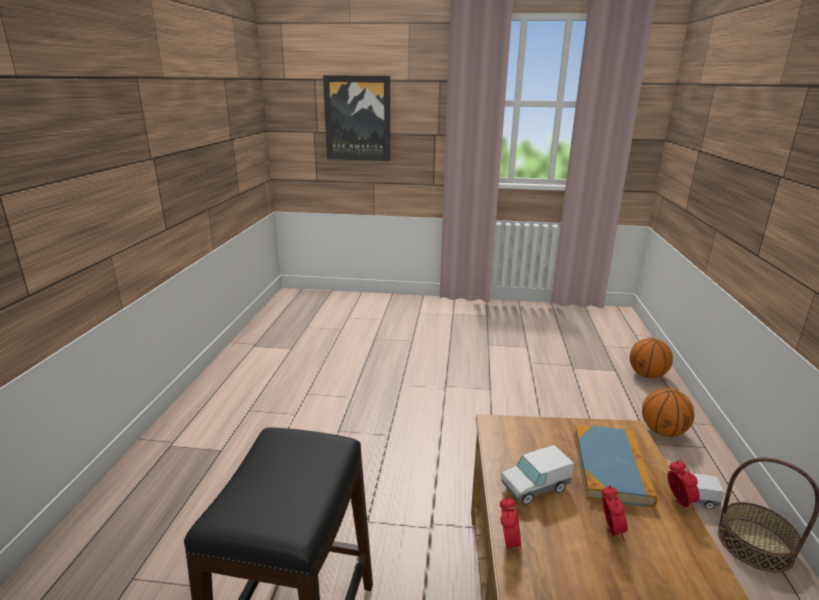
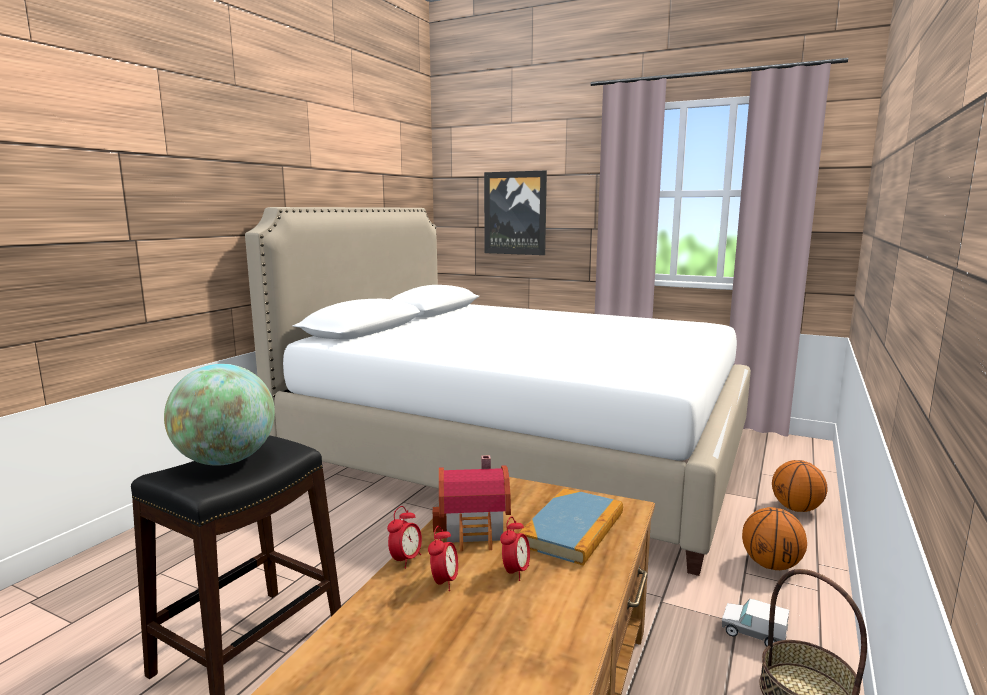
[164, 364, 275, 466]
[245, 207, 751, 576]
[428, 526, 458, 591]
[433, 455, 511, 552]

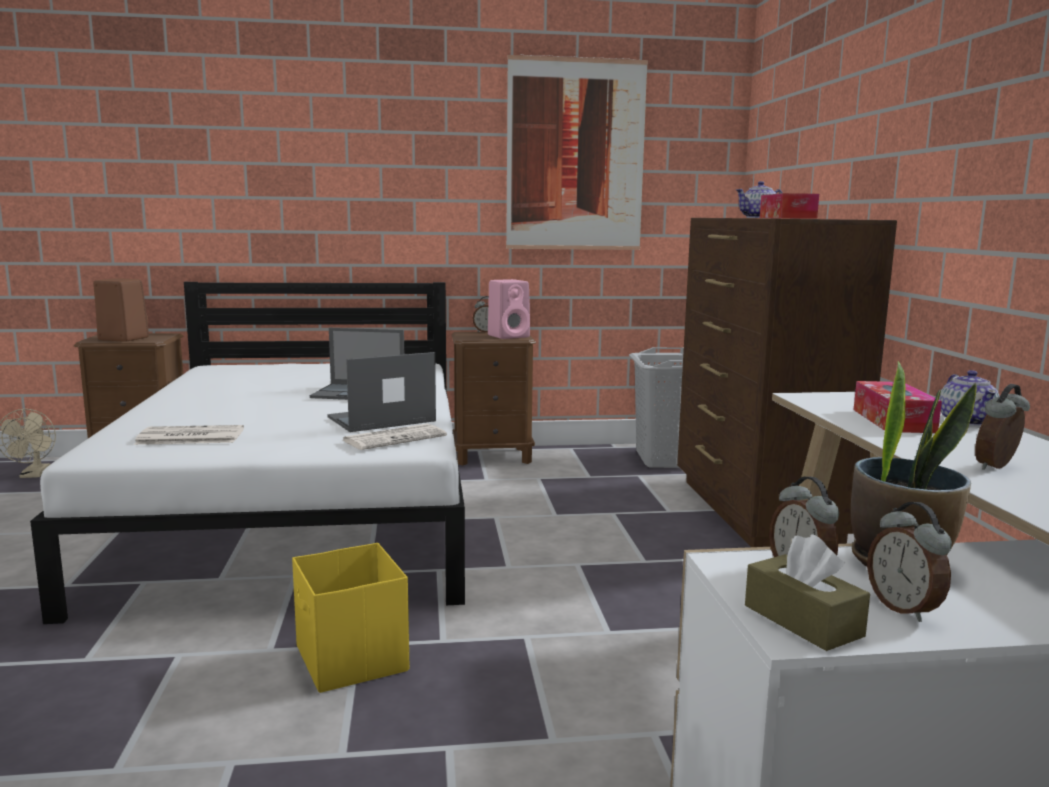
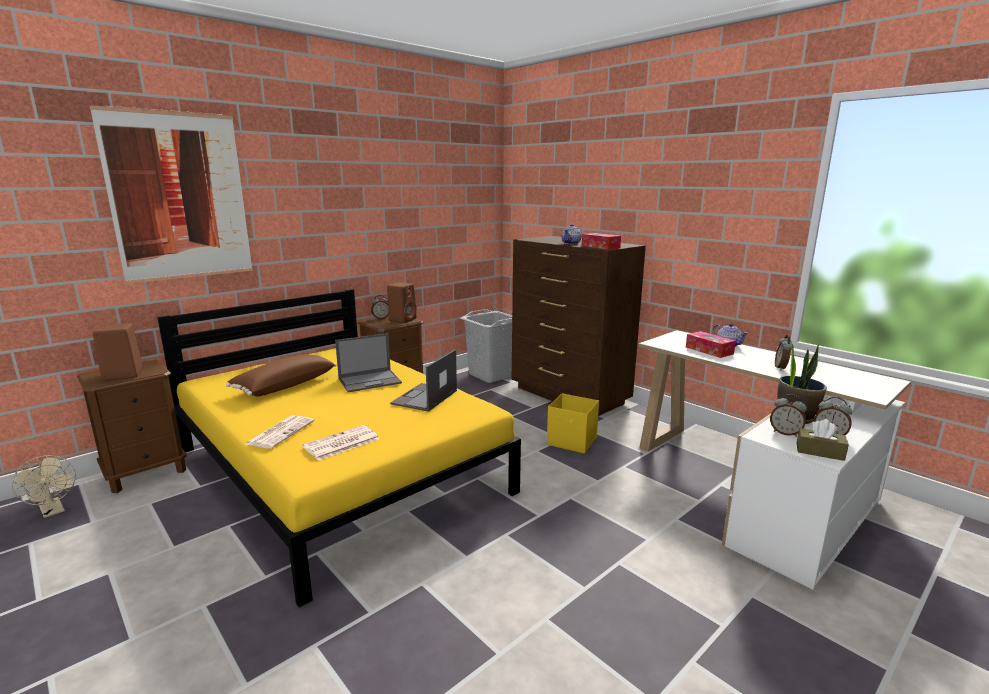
[226, 354, 336, 397]
[547, 393, 599, 454]
[246, 415, 314, 449]
[90, 105, 253, 284]
[157, 289, 521, 607]
[387, 282, 417, 323]

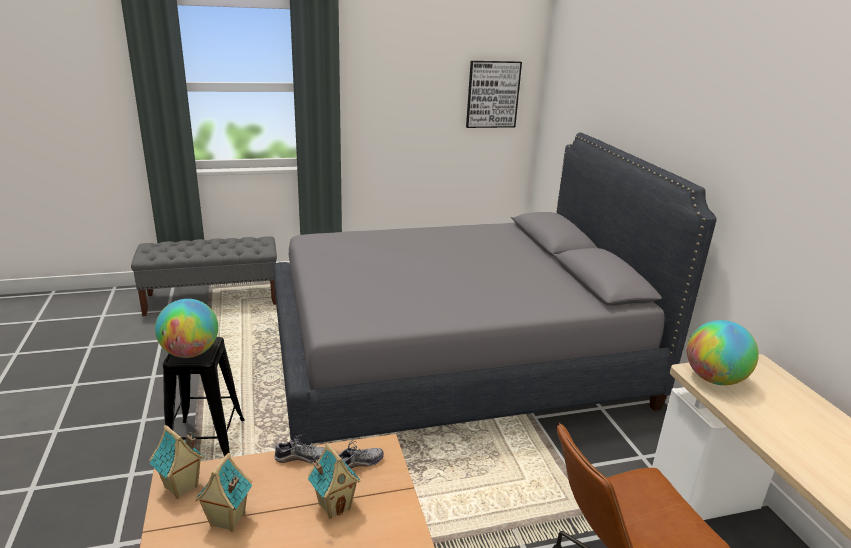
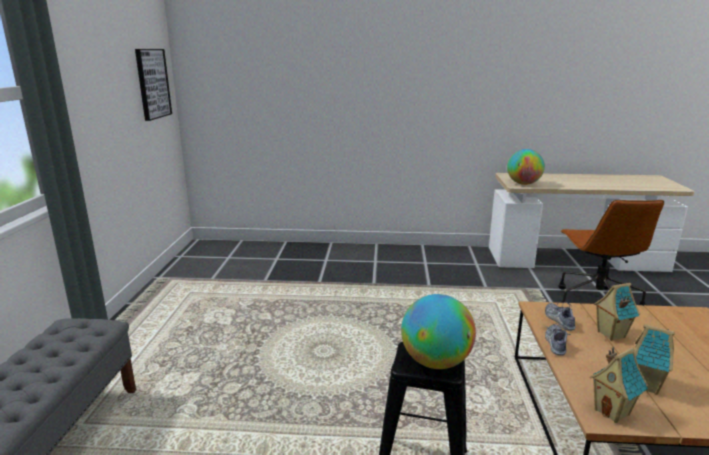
[274, 133, 717, 445] (first image)

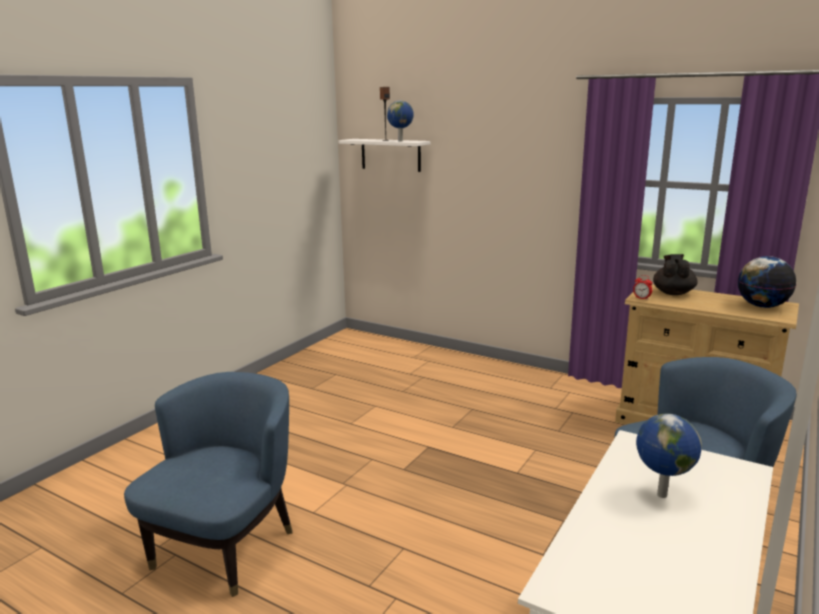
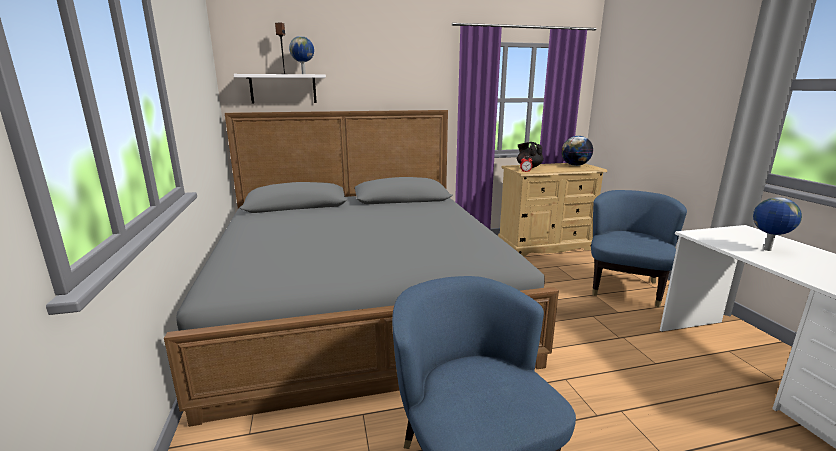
[164, 110, 559, 427]

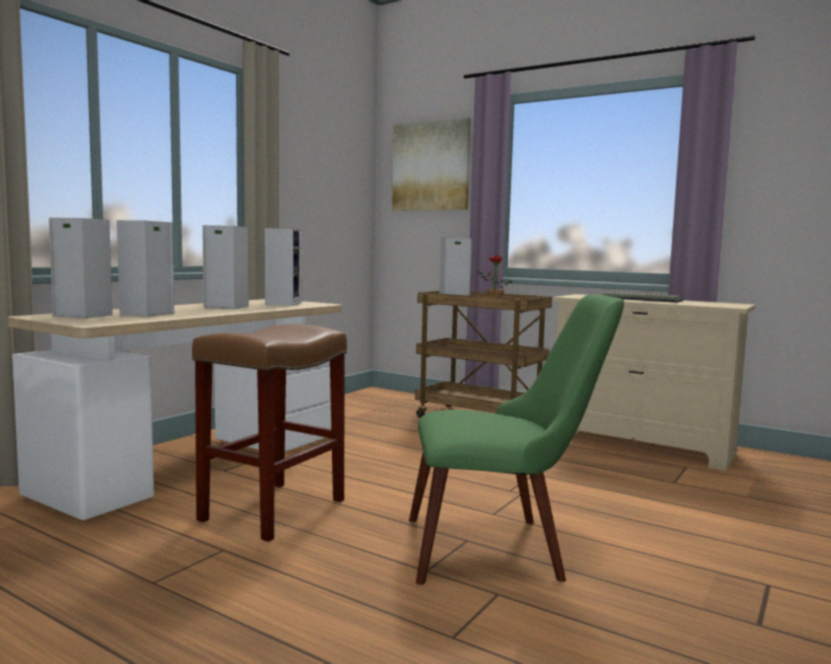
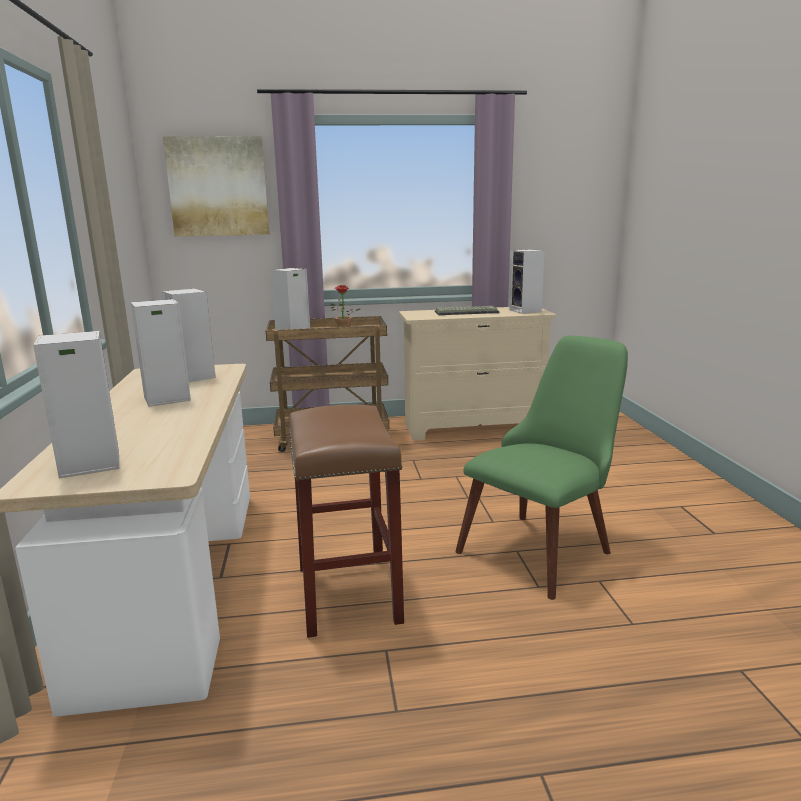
[510, 249, 545, 314]

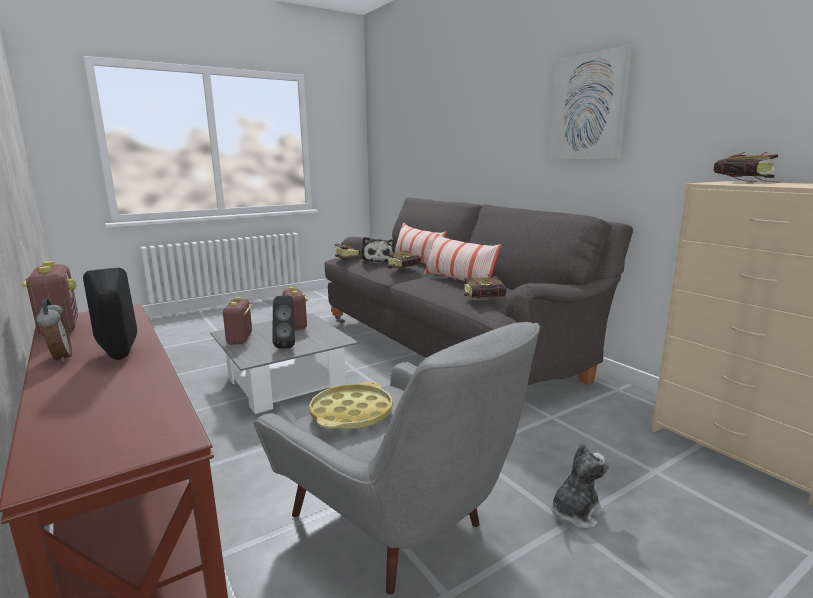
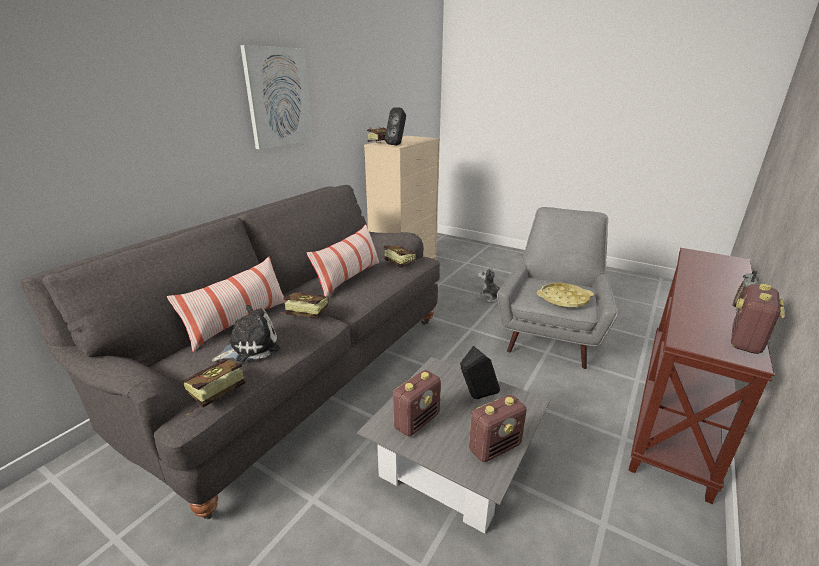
[385, 107, 406, 145]

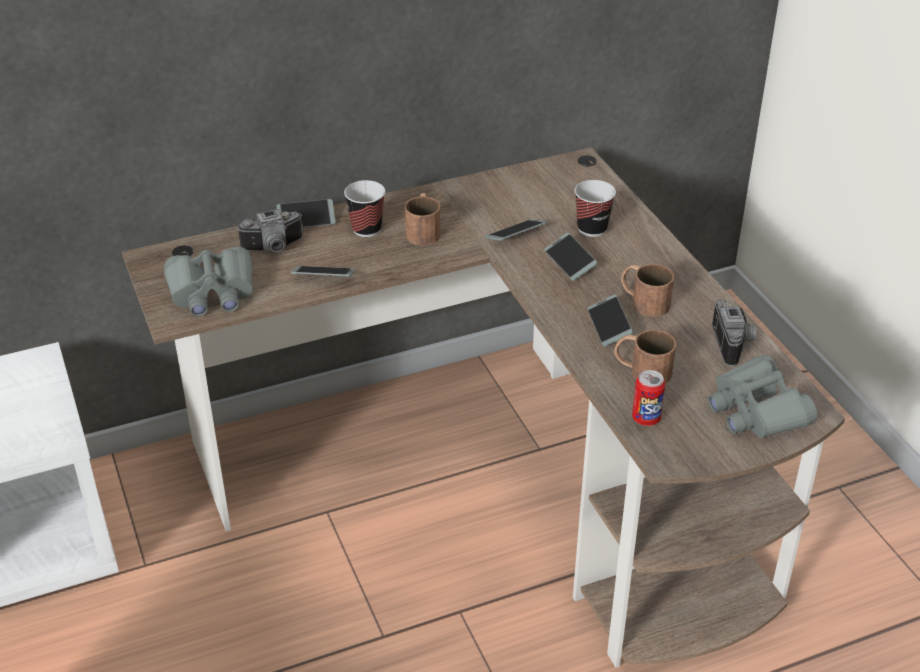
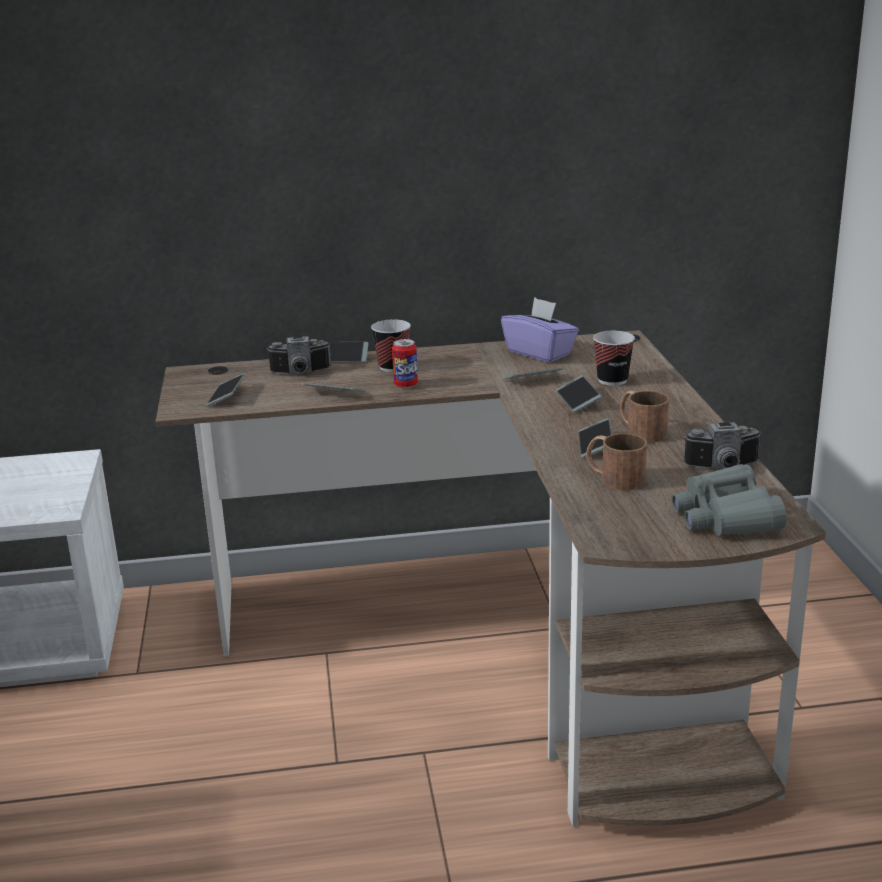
[405, 193, 441, 246] (first image)
[501, 297, 579, 362]
[392, 339, 418, 389]
[206, 373, 245, 407]
[684, 422, 762, 469]

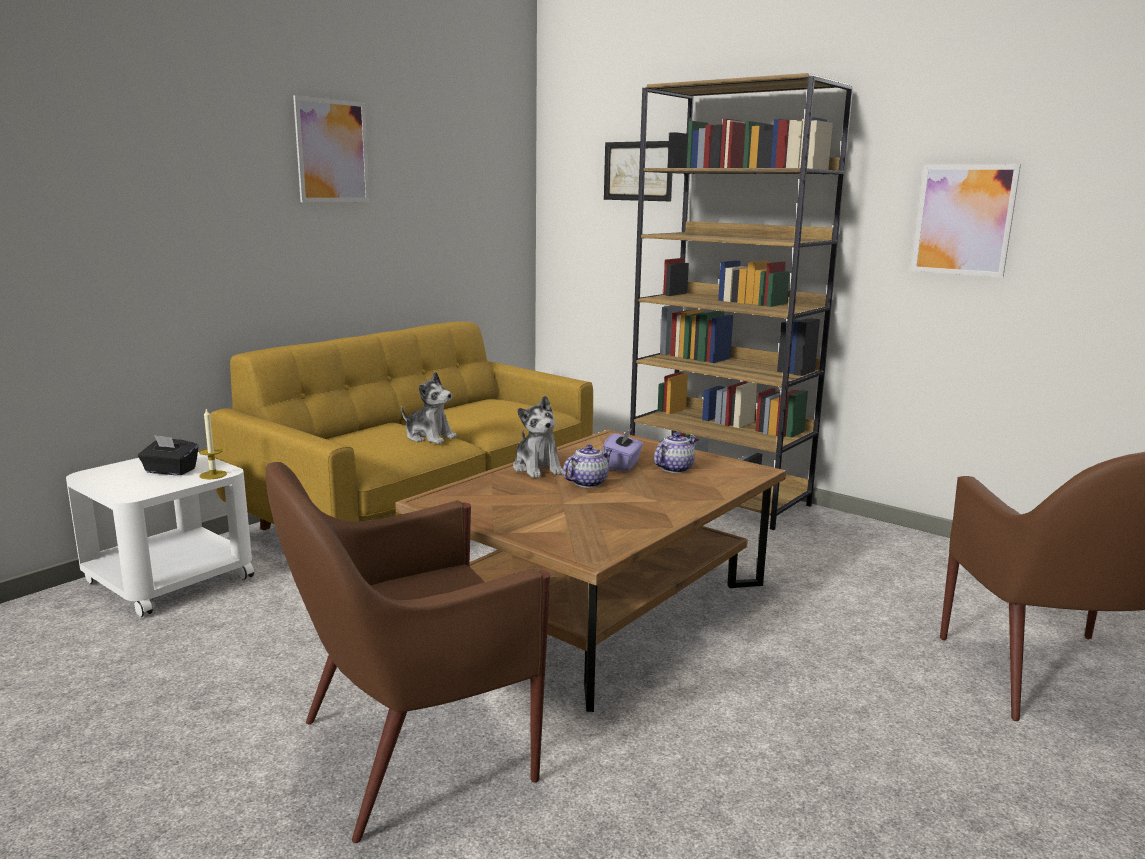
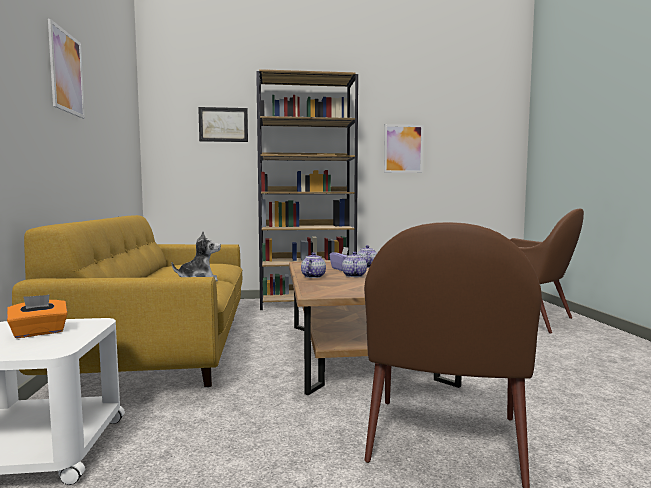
[199, 408, 227, 479] (first image)
[301, 252, 326, 278]
[7, 295, 68, 338]

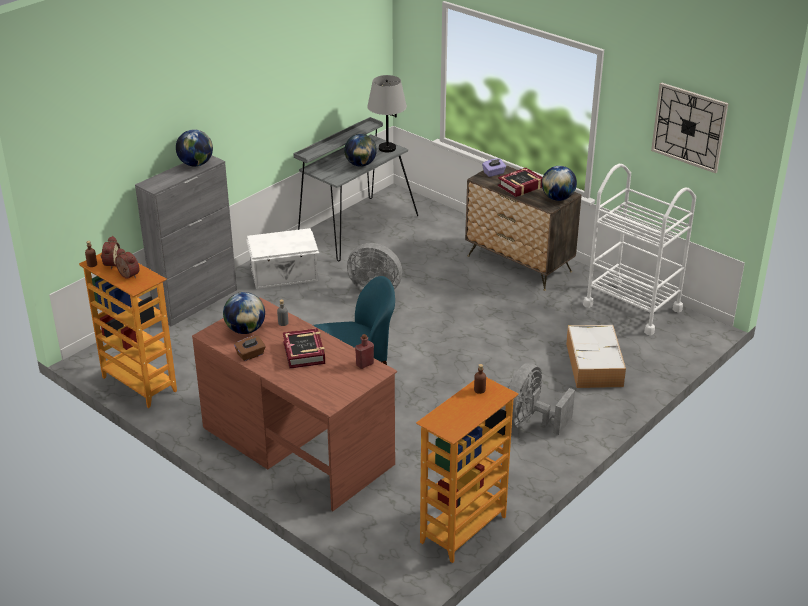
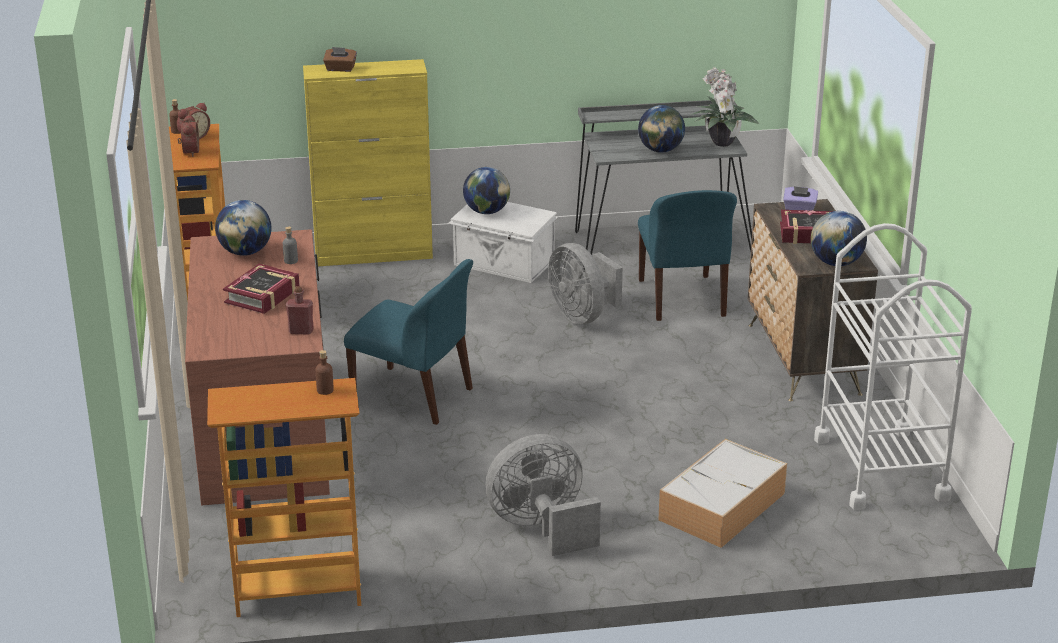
[651, 82, 728, 173] (first image)
[638, 190, 737, 321]
[463, 167, 510, 214]
[323, 47, 357, 72]
[691, 67, 760, 147]
[303, 59, 433, 266]

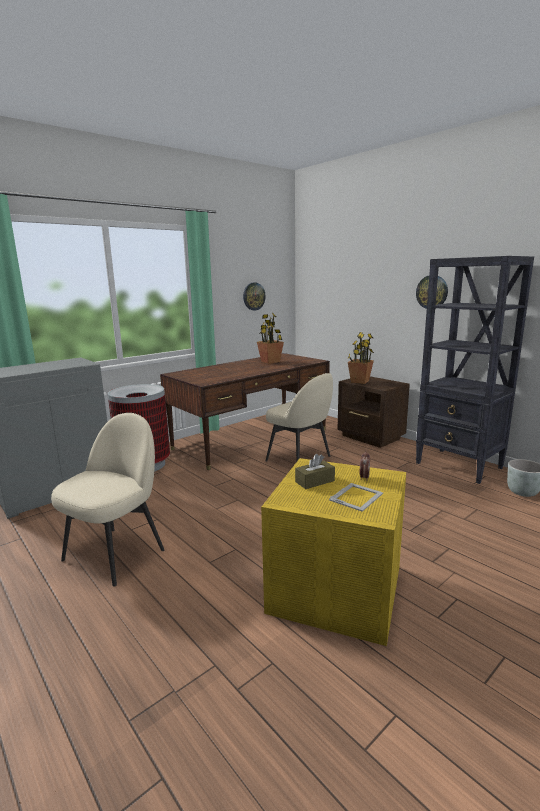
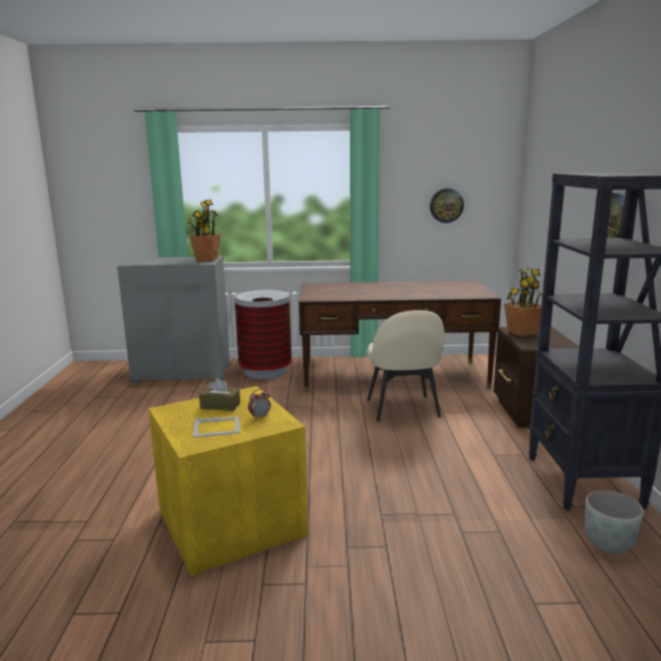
[51, 413, 164, 587] (first image)
[188, 200, 221, 261]

